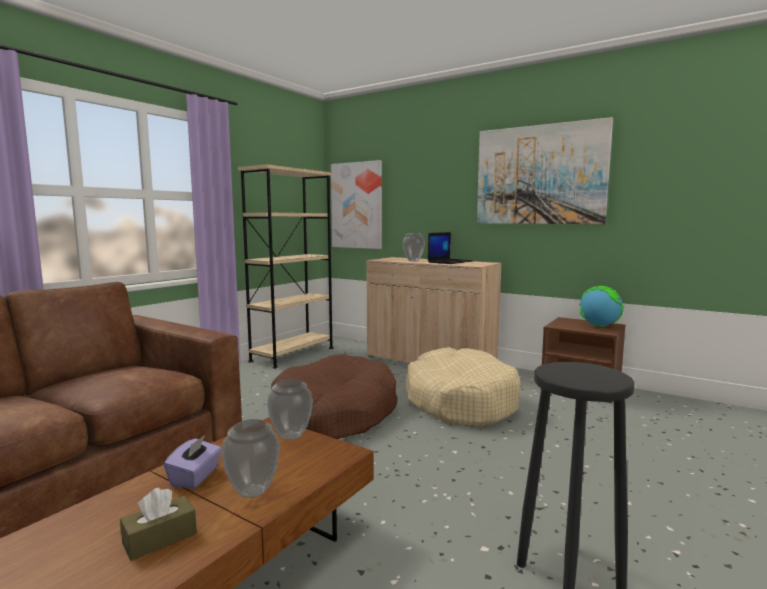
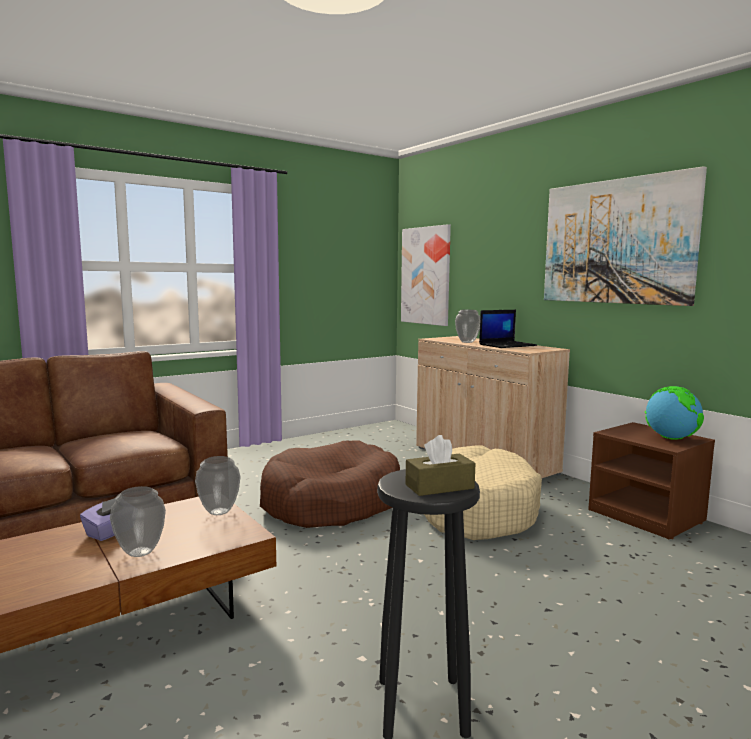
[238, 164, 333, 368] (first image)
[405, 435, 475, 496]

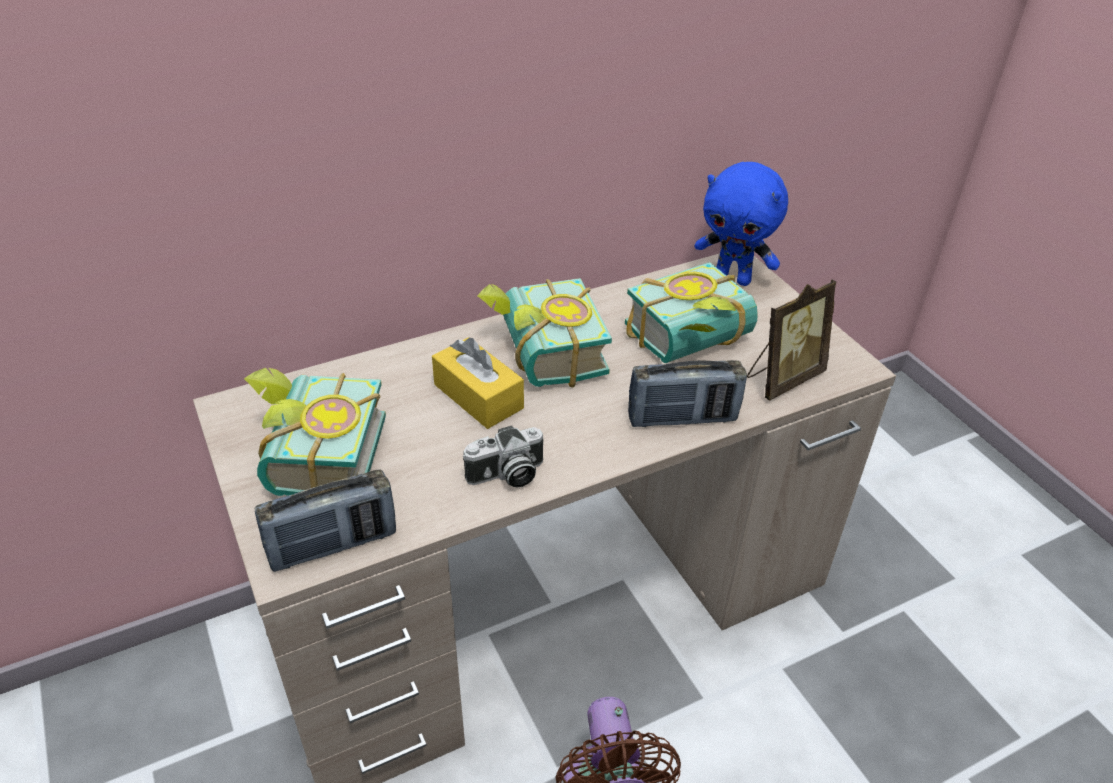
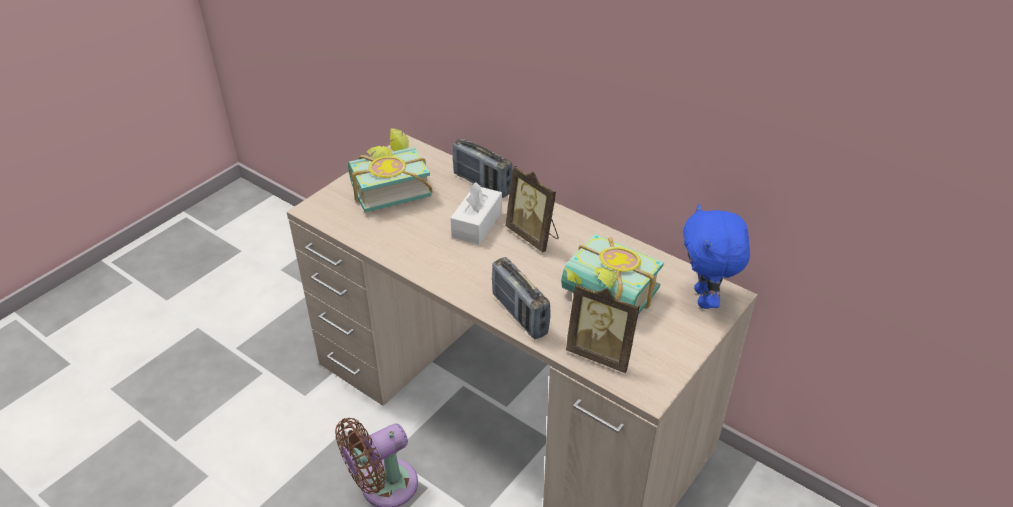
[463, 426, 543, 488] (first image)
[453, 138, 513, 198]
[505, 166, 559, 252]
[450, 182, 502, 245]

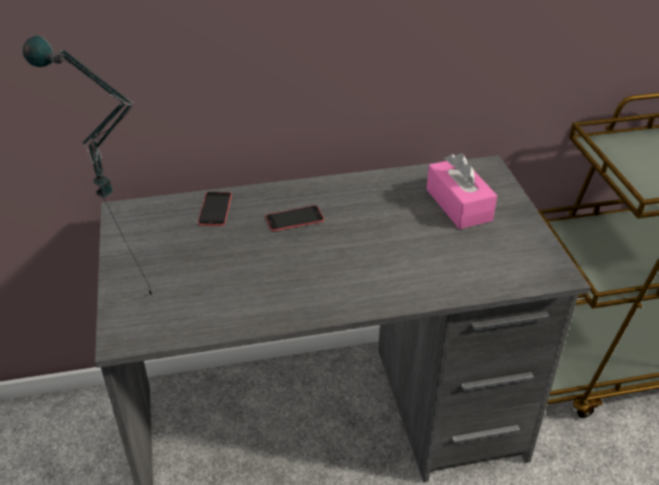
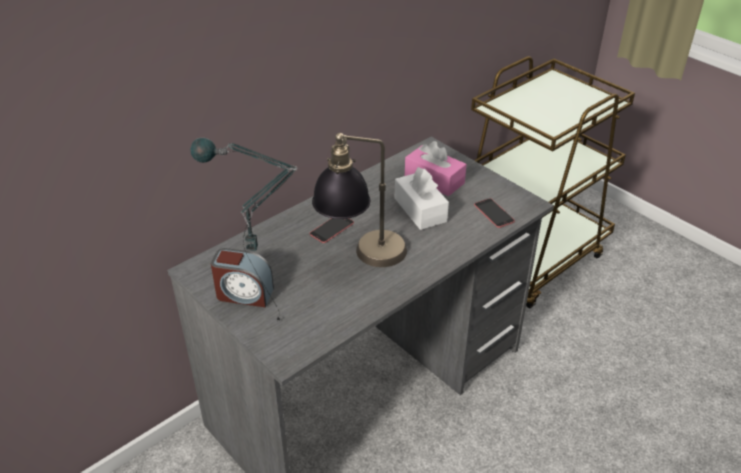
[211, 248, 274, 307]
[312, 133, 407, 267]
[395, 167, 449, 230]
[474, 198, 515, 228]

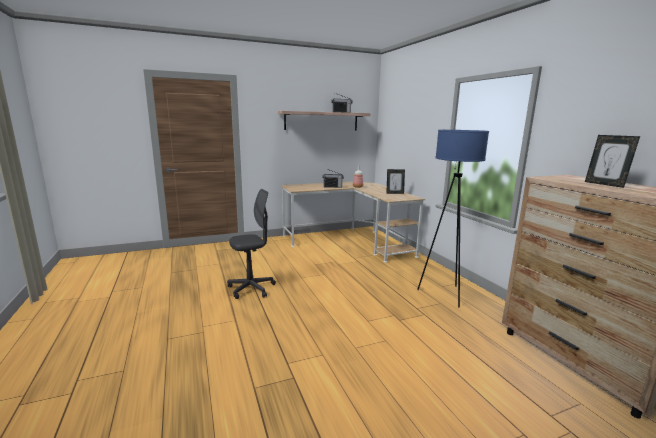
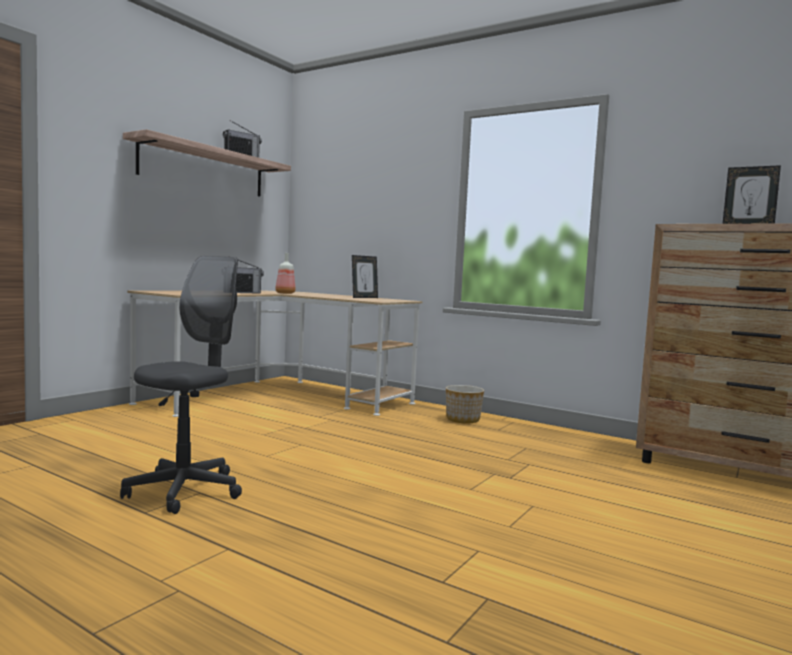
[417, 130, 489, 307] (first image)
[446, 385, 484, 423]

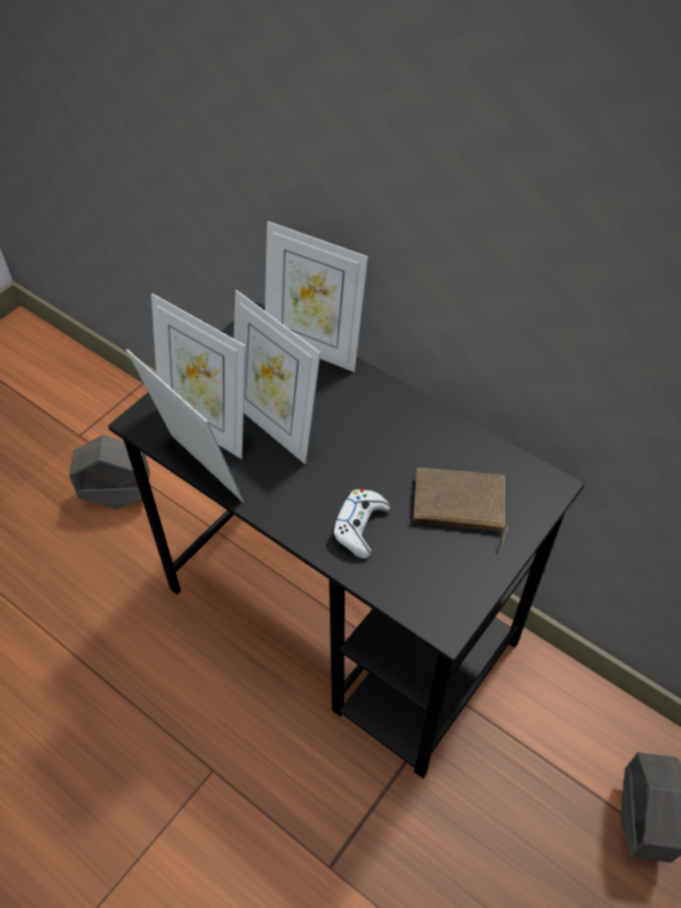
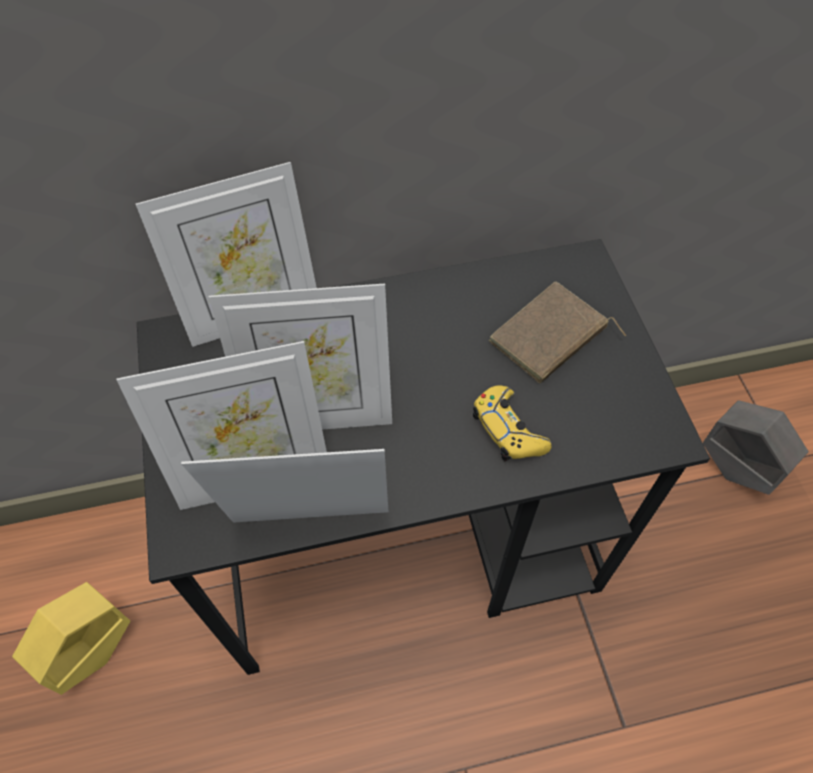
[12, 582, 130, 695]
[473, 385, 552, 462]

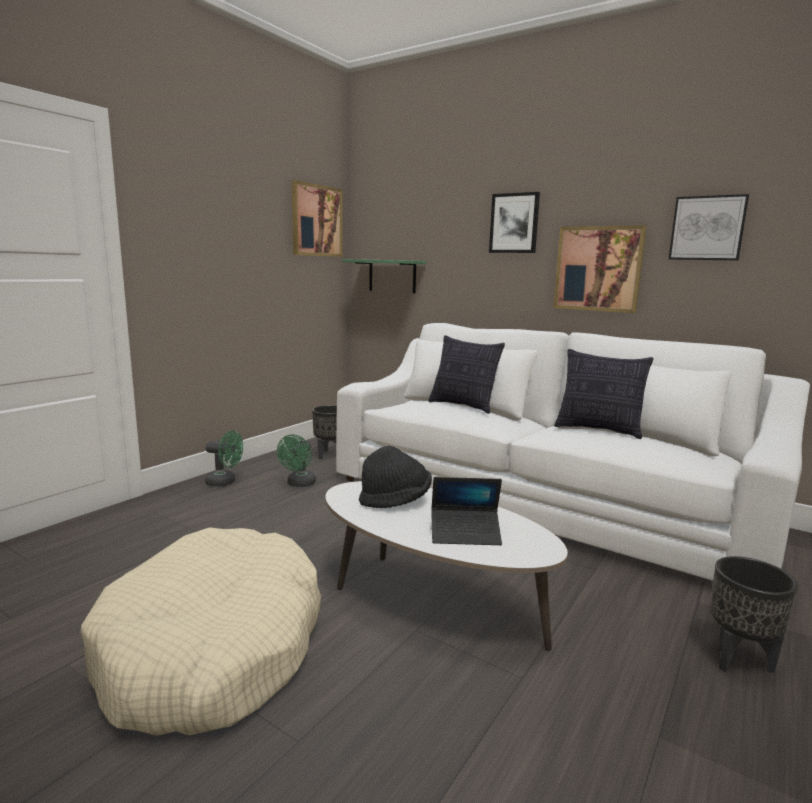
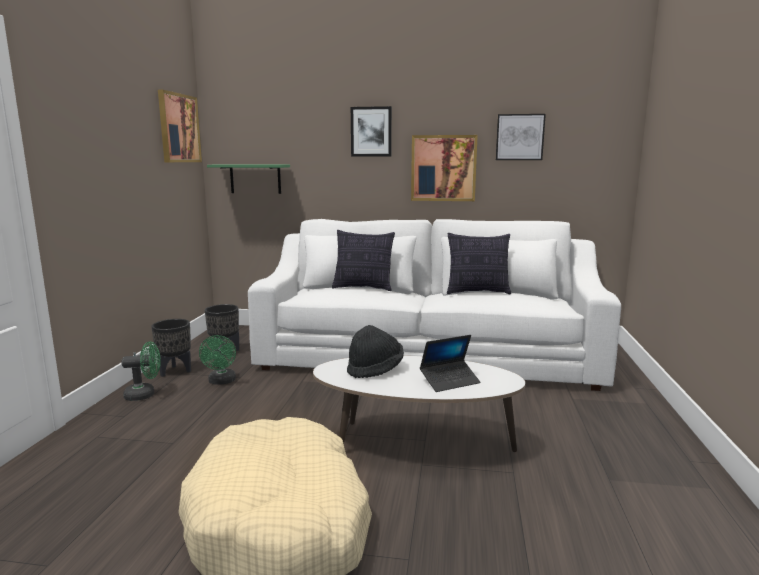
[151, 319, 191, 377]

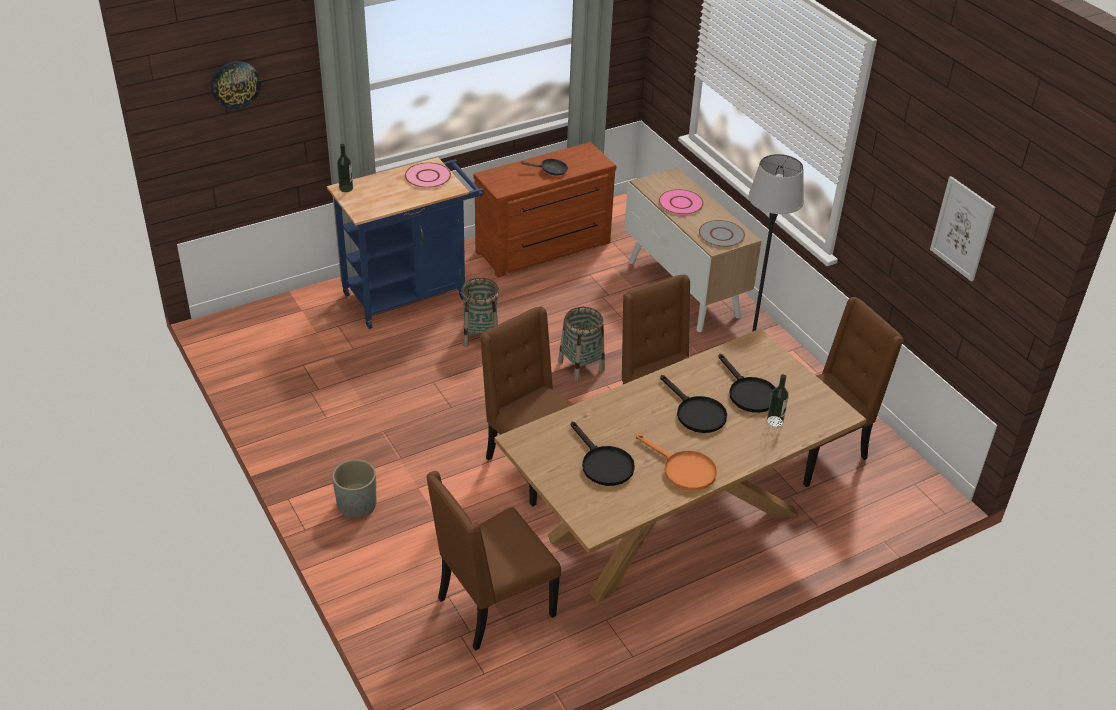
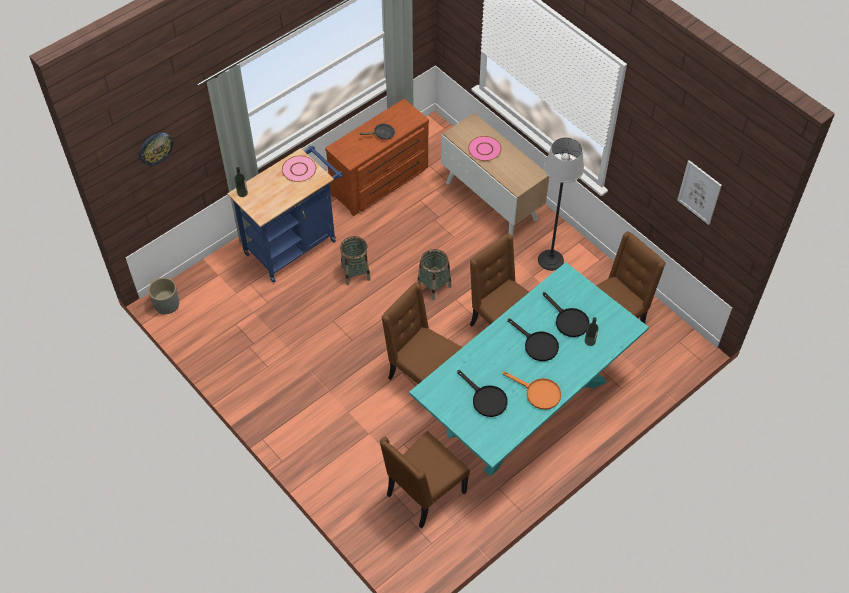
[699, 220, 745, 247] (first image)
[148, 277, 179, 315]
[409, 262, 649, 476]

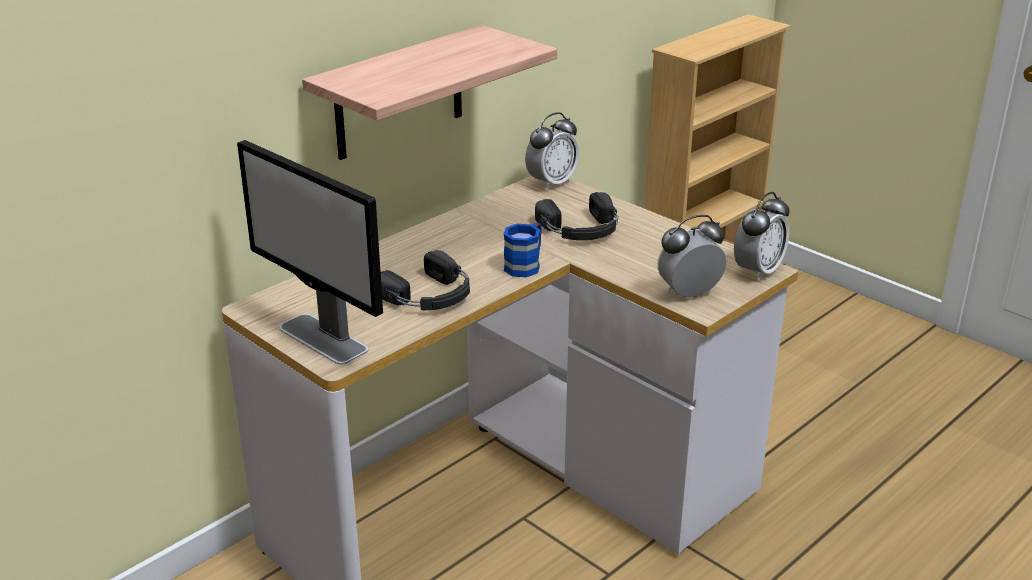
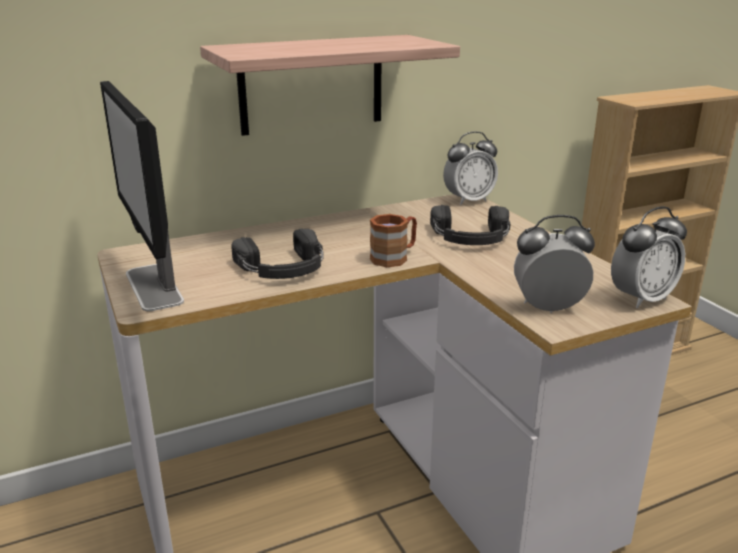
[370, 214, 417, 267]

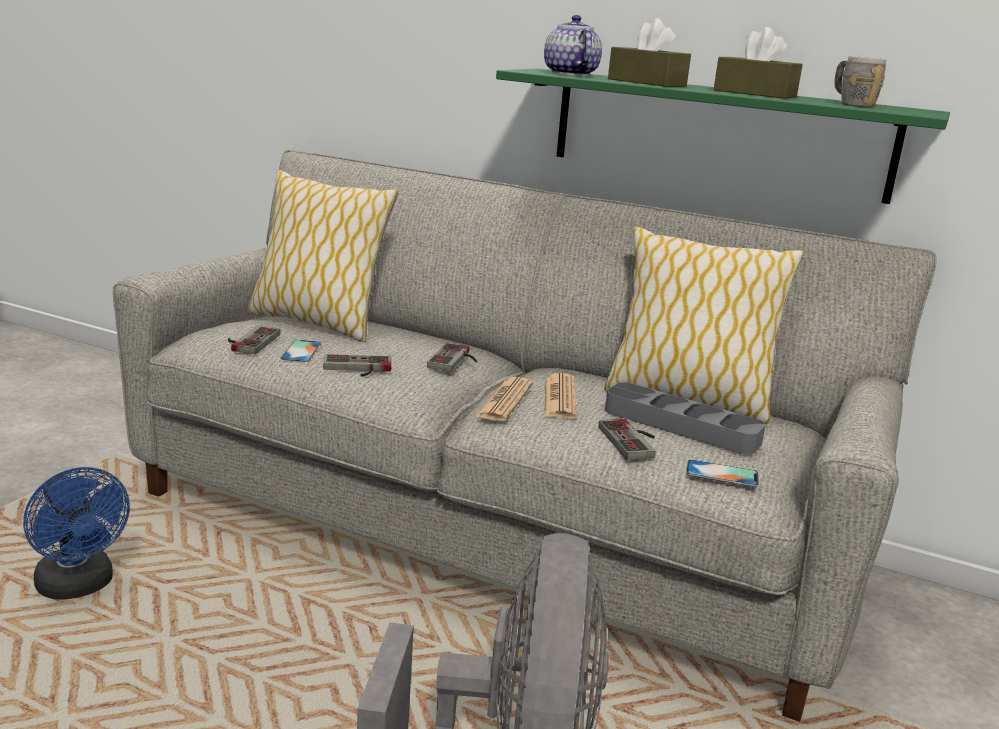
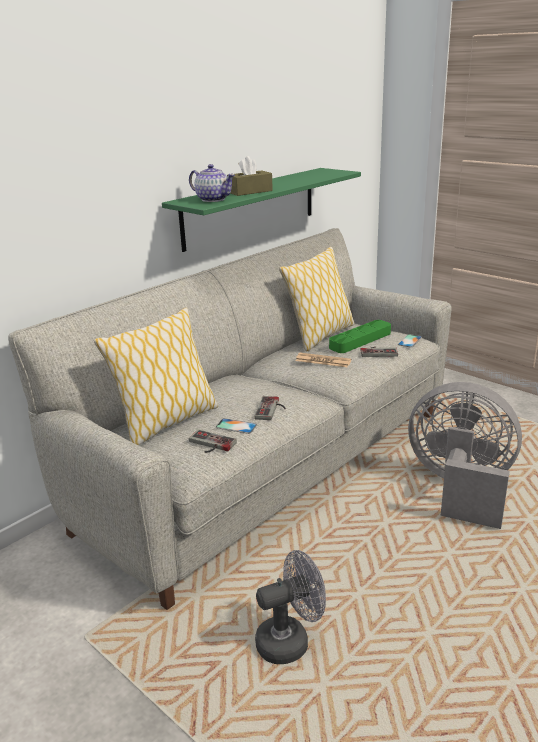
[427, 342, 477, 372] (first image)
[476, 377, 533, 422] (first image)
[714, 27, 803, 99] (first image)
[834, 56, 886, 107] (first image)
[255, 550, 326, 664]
[329, 320, 391, 353]
[189, 164, 235, 202]

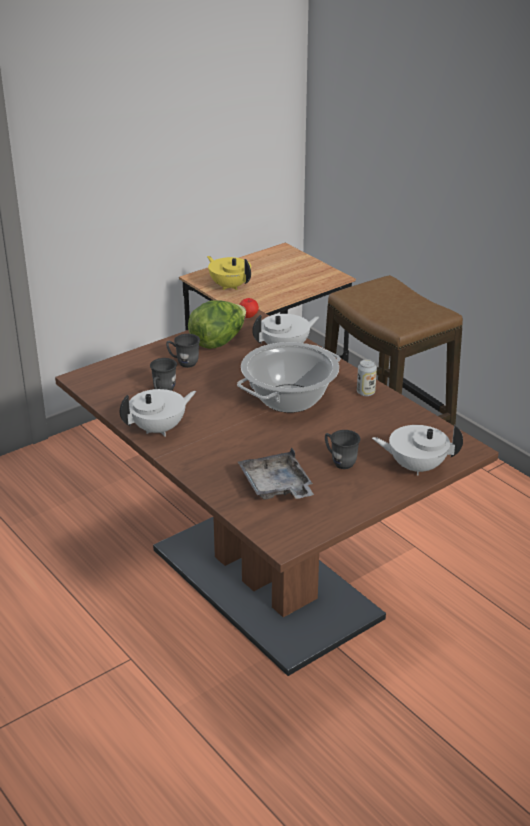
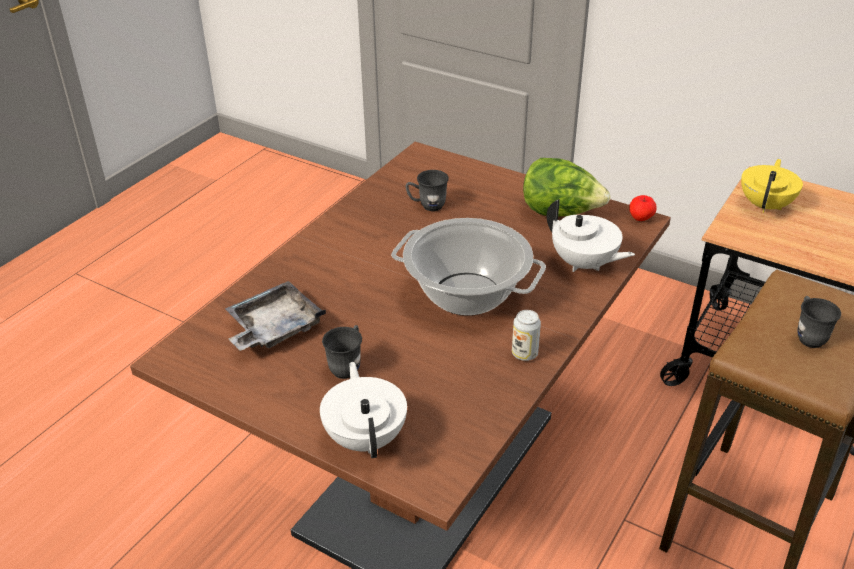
[120, 389, 196, 437] (first image)
[797, 296, 841, 348]

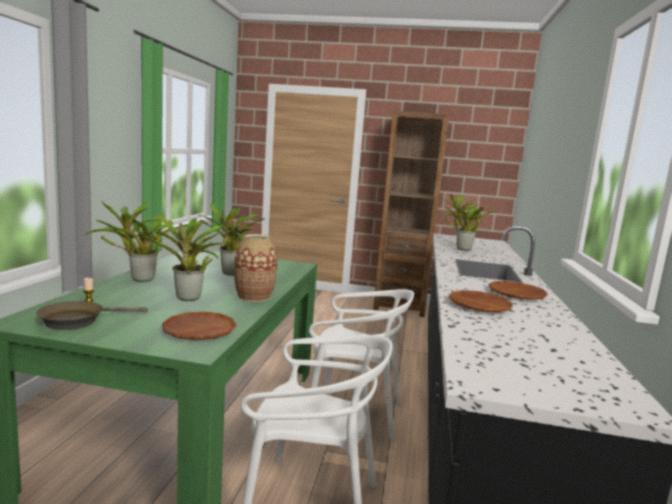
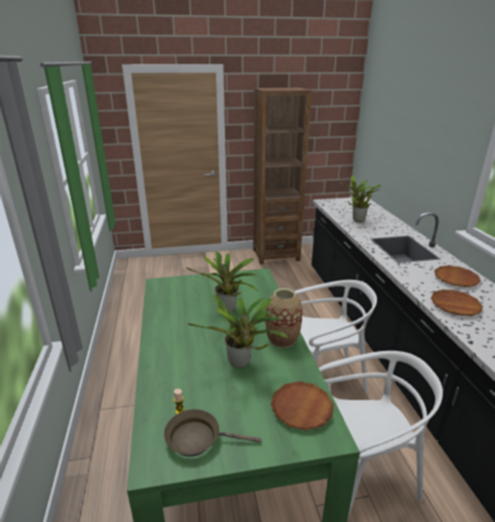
[85, 201, 188, 282] (first image)
[164, 409, 261, 457]

